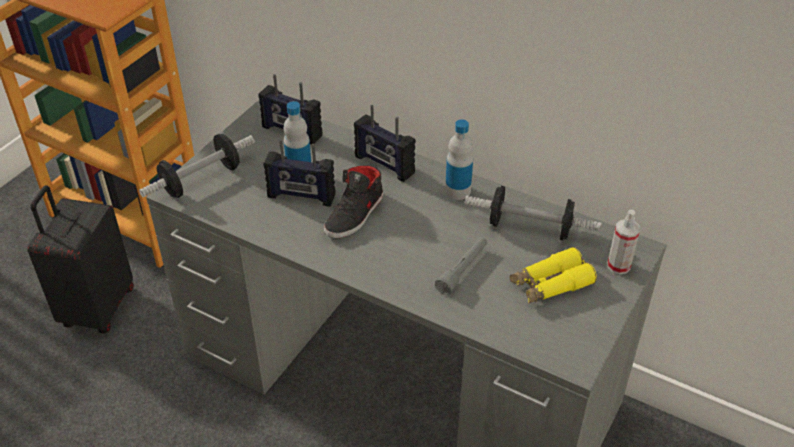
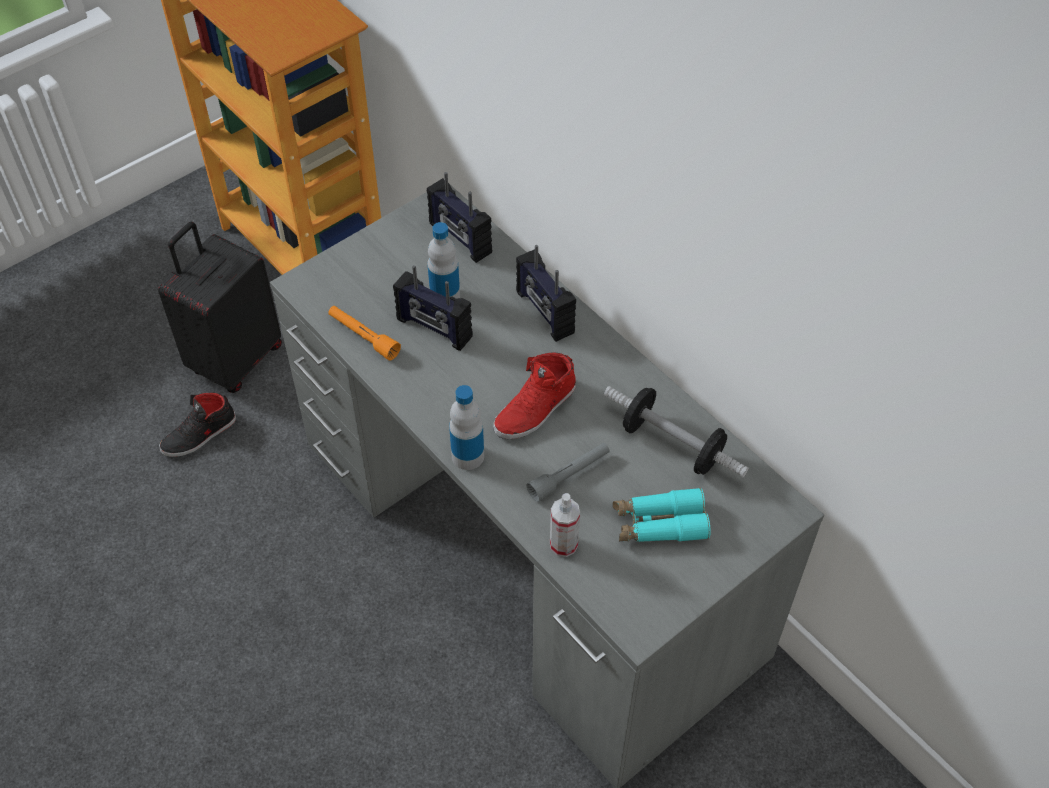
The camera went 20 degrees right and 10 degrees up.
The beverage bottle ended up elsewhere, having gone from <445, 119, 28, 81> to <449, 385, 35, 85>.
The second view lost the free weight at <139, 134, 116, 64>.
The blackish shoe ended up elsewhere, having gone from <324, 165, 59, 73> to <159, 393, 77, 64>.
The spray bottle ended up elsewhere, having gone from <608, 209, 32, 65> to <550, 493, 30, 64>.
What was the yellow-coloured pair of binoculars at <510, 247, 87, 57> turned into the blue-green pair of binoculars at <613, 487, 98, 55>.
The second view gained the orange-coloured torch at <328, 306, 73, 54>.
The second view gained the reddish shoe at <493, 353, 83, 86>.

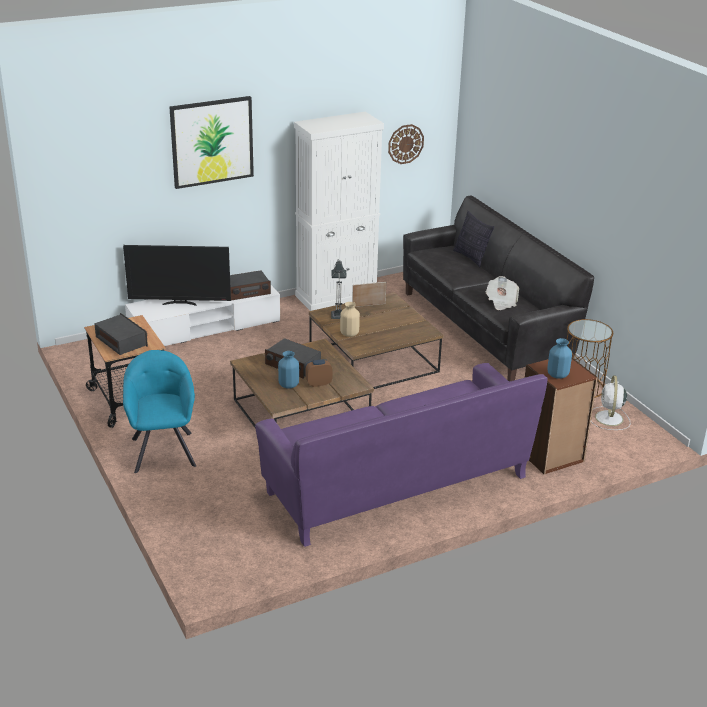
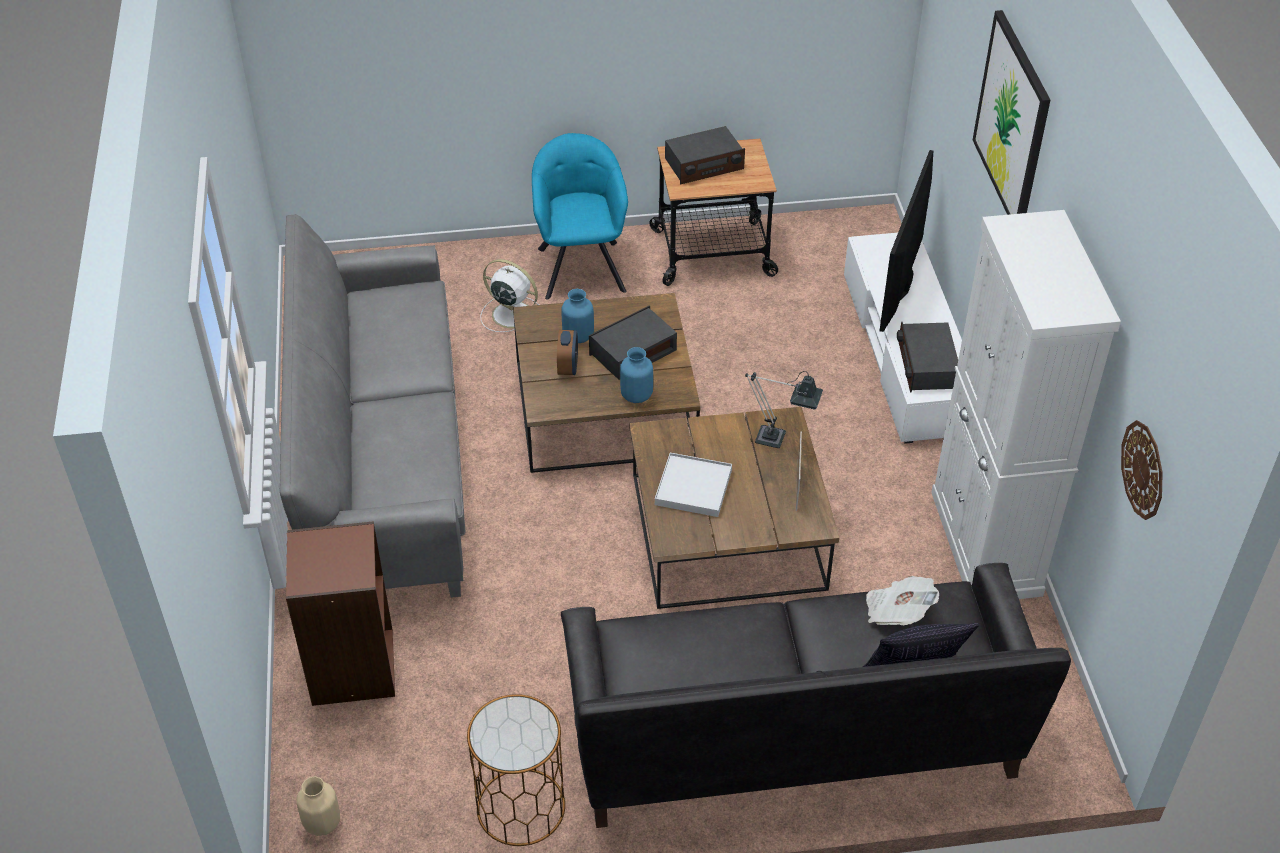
The camera went 110 degrees right and 15 degrees up.
The printed paper ended up elsewhere, having gone from <486, 276, 33, 34> to <866, 576, 73, 49>.
The beige decorative vase ended up elsewhere, having gone from <340, 302, 20, 35> to <297, 776, 43, 60>.
The blue decorative vase ended up elsewhere, having gone from <547, 338, 25, 41> to <620, 347, 33, 56>.
The blue-green lounge chair at <123, 350, 73, 123> ended up facing another way, 105 degrees counterclockwise from before.
What was the purple-coloured settee at <255, 363, 292, 184> turned into the greyish settee at <280, 214, 185, 384>.
The whitish cooling fan ended up elsewhere, having gone from <591, 375, 40, 55> to <480, 259, 59, 73>.
The second view gained the whitish serving tray at <655, 453, 77, 64>.

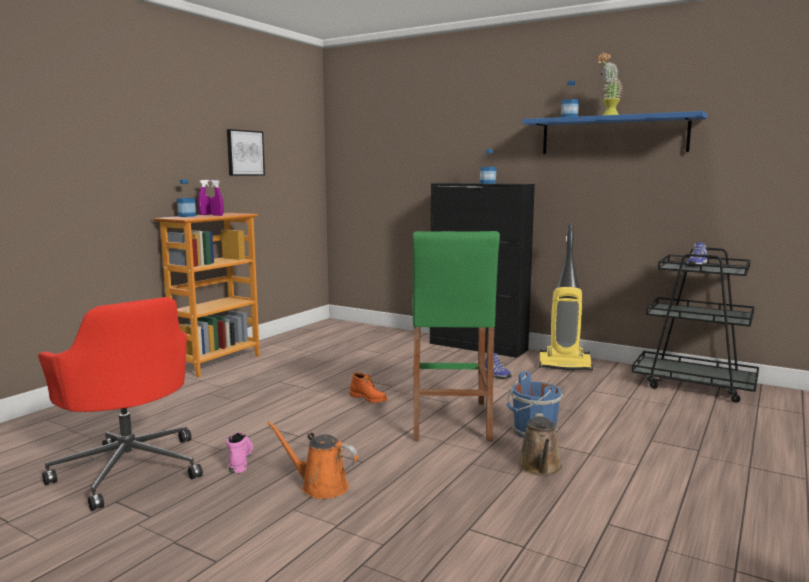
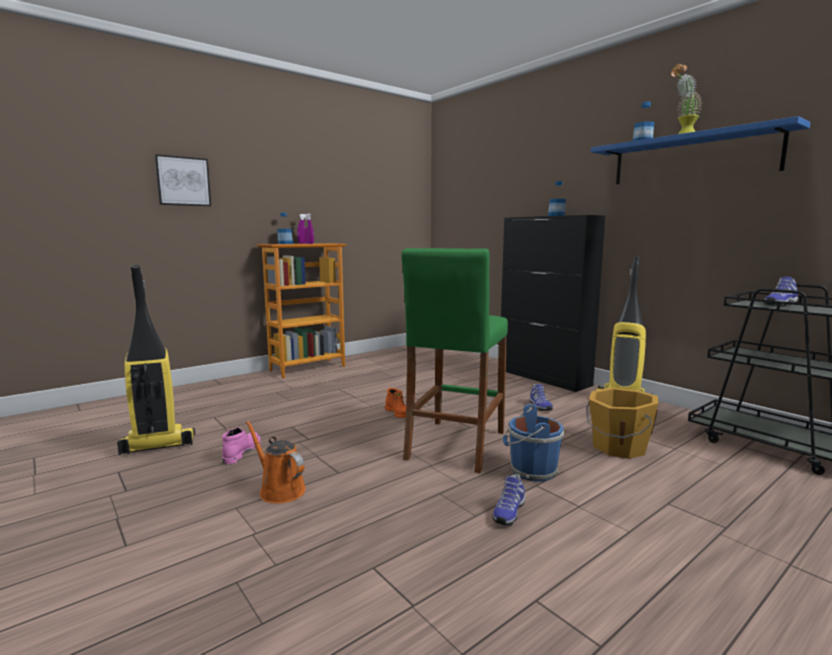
The camera went 20 degrees right and 0 degrees up.
The wall art ended up elsewhere, having gone from <227, 129, 38, 47> to <155, 154, 56, 52>.
Where the reddish office chair stood at <38, 297, 165, 214>, the hoover came to stand at <117, 265, 78, 190>.
Where the brown watering can stood at <518, 413, 44, 63>, the shoe came to stand at <492, 474, 33, 52>.
The second view gained the orange-coloured bucket at <586, 388, 72, 71>.

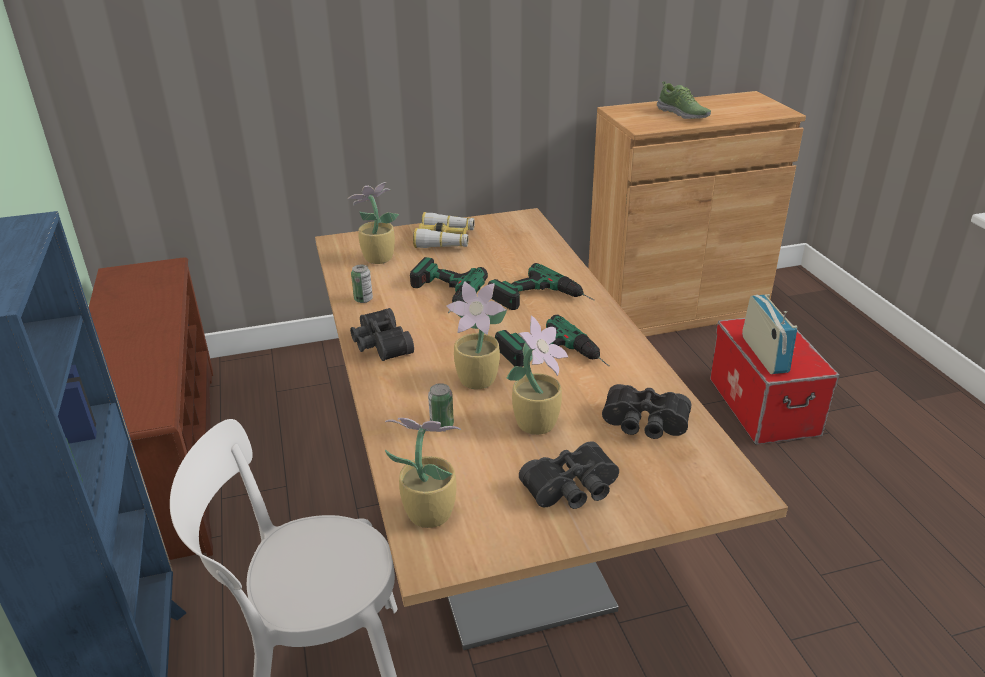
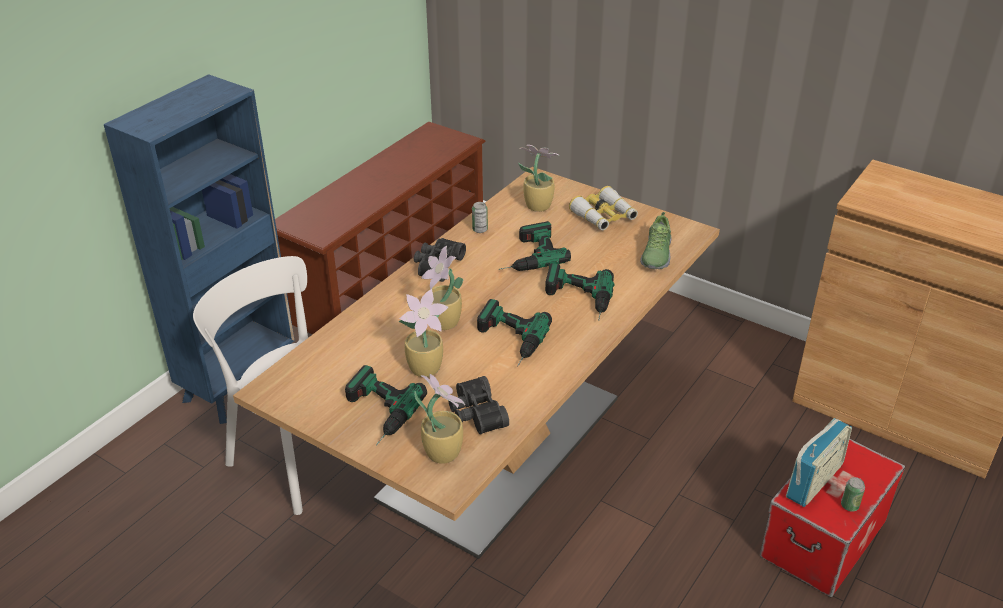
The camera went 50 degrees right and 5 degrees up.
The shoe ended up elsewhere, having gone from <657, 81, 54, 38> to <640, 212, 31, 57>.
The sealed can ended up elsewhere, having gone from <428, 383, 26, 44> to <841, 477, 24, 34>.
The houseplant ended up elsewhere, having gone from <385, 418, 76, 110> to <415, 374, 50, 90>.
Where the blackish pair of binoculars stood at <519, 441, 100, 68>, the electric drill came to stand at <345, 365, 82, 81>.

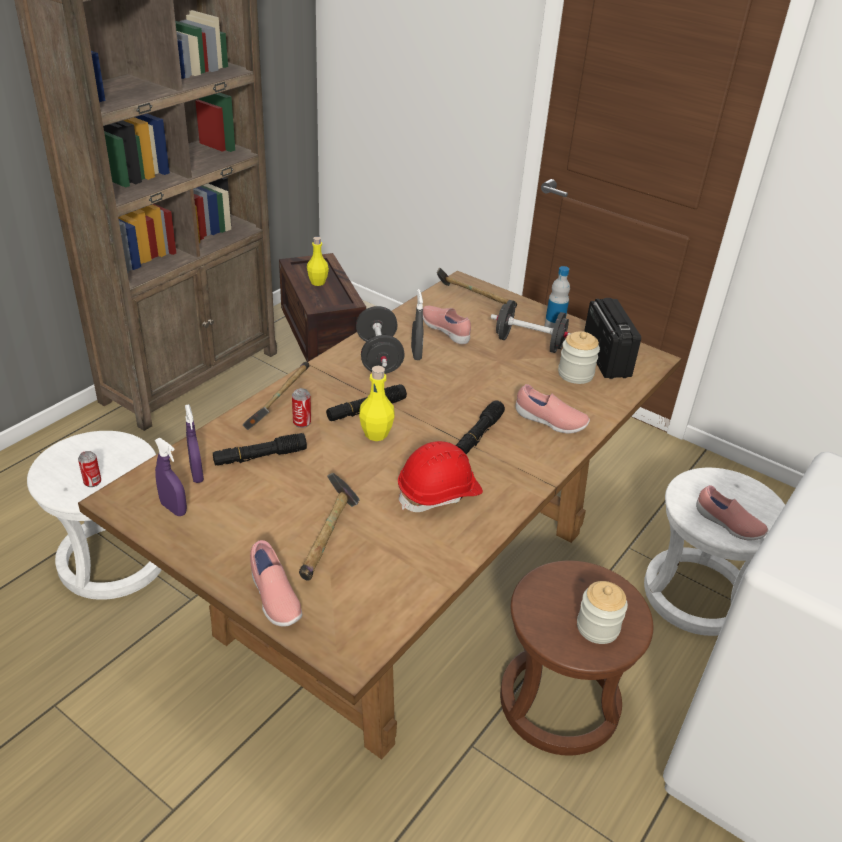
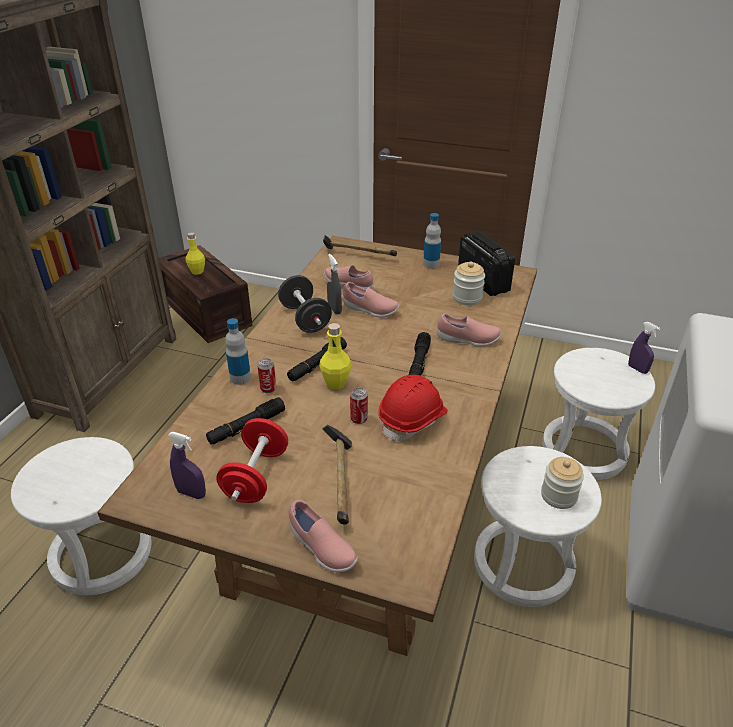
The camera went 15 degrees left and 0 degrees up.
The second view lost the blackish free weight at <491, 300, 80, 53>.
Where the hammer stood at <243, 362, 67, 68>, the beverage bottle came to stand at <225, 318, 26, 67>.
The purple-coloured spray bottle ended up elsewhere, having gone from <185, 404, 19, 79> to <628, 322, 32, 52>.
The sealed can ended up elsewhere, having gone from <78, 451, 23, 36> to <350, 387, 18, 37>.
The pink shoe ended up elsewhere, having gone from <696, 485, 72, 56> to <343, 282, 56, 35>.
What was the brown sitting stool at <500, 561, 153, 195> turned into the whitish sitting stool at <474, 446, 128, 161>.
The second view gained the reddish free weight at <216, 418, 72, 85>.

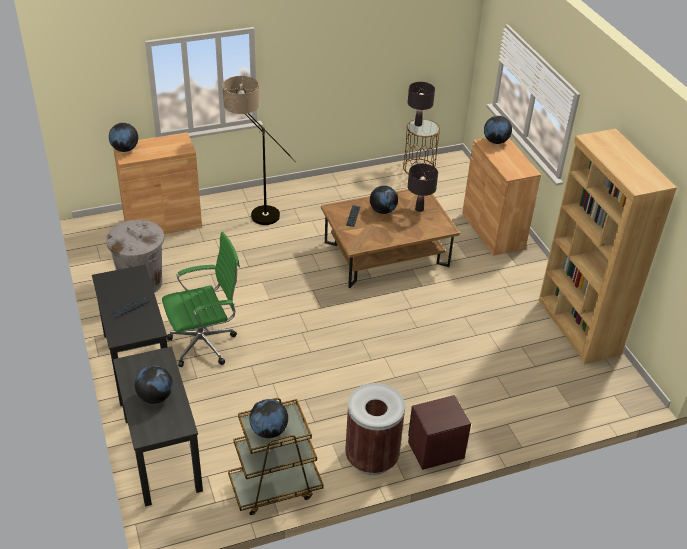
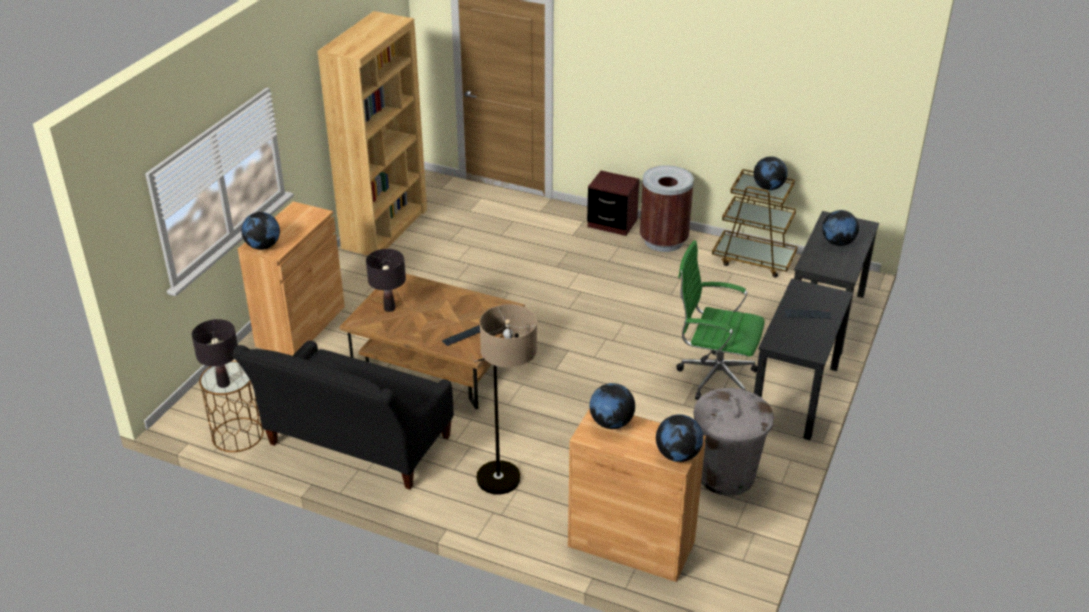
The camera went 135 degrees left and 5 degrees down.
The world globe ended up elsewhere, having gone from <370, 185, 28, 29> to <590, 383, 45, 46>.
The second view gained the blackish settee at <233, 340, 221, 150>.

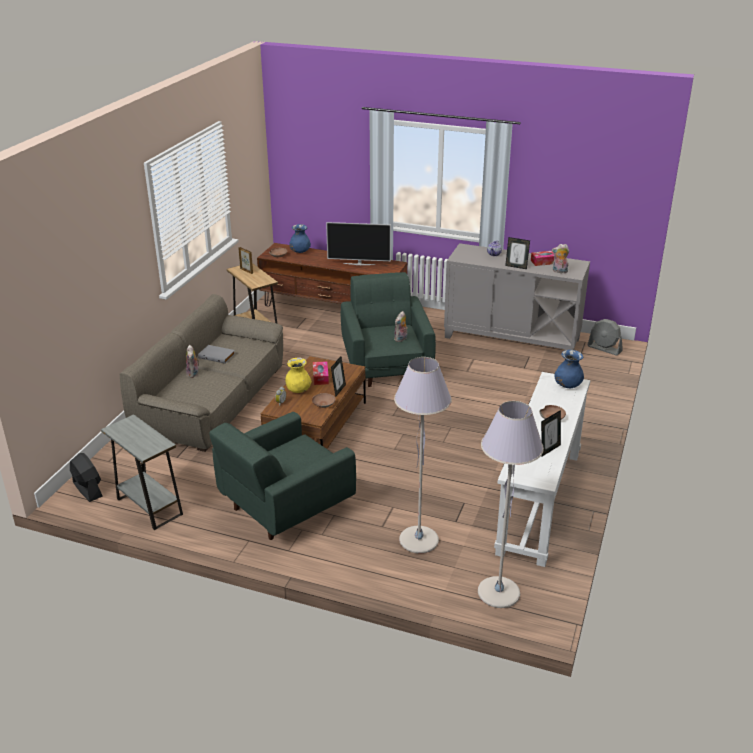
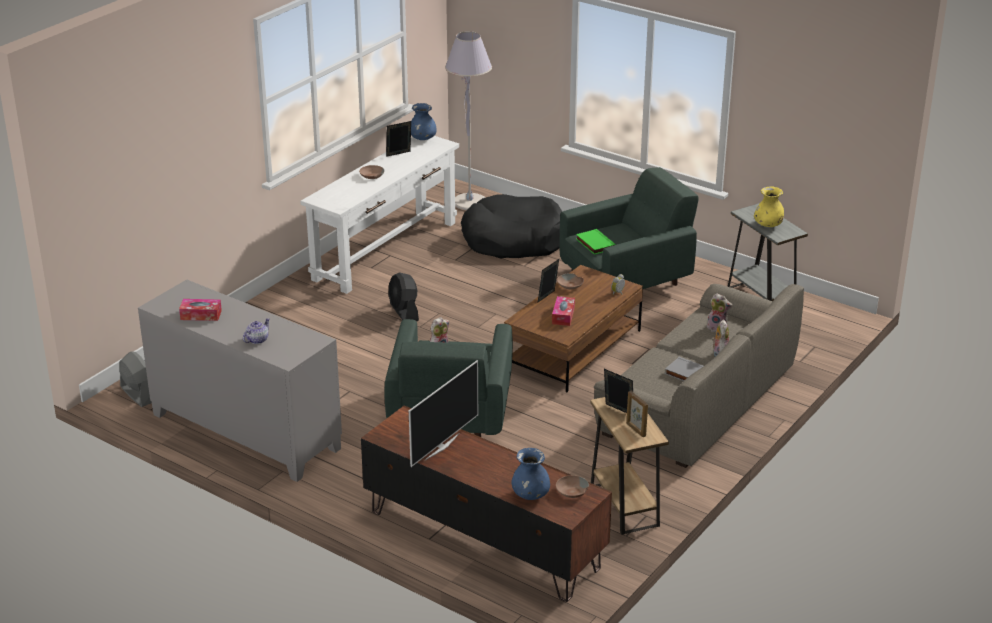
The camera went 165 degrees left and 0 degrees up.
The TV set at <326, 222, 65, 43> ended up facing another way, 105 degrees clockwise from before.
The standing frame ended up elsewhere, having gone from <505, 237, 25, 32> to <604, 369, 29, 44>.
The soft toy ended up elsewhere, having gone from <552, 244, 17, 29> to <707, 293, 25, 40>.
The blue decorative vase ended up elsewhere, having gone from <554, 350, 30, 38> to <411, 103, 26, 37>.
The yellow-coloured decorative vase ended up elsewhere, having gone from <285, 357, 27, 36> to <754, 186, 30, 41>.
Where the greyish floor lamp stood at <394, 357, 58, 196>, the blackish dog bed came to stand at <461, 194, 101, 64>.
The blackish cooling fan ended up elsewhere, having gone from <70, 453, 33, 49> to <389, 272, 30, 49>.
The second view gained the greenish bound book at <576, 229, 40, 26>.

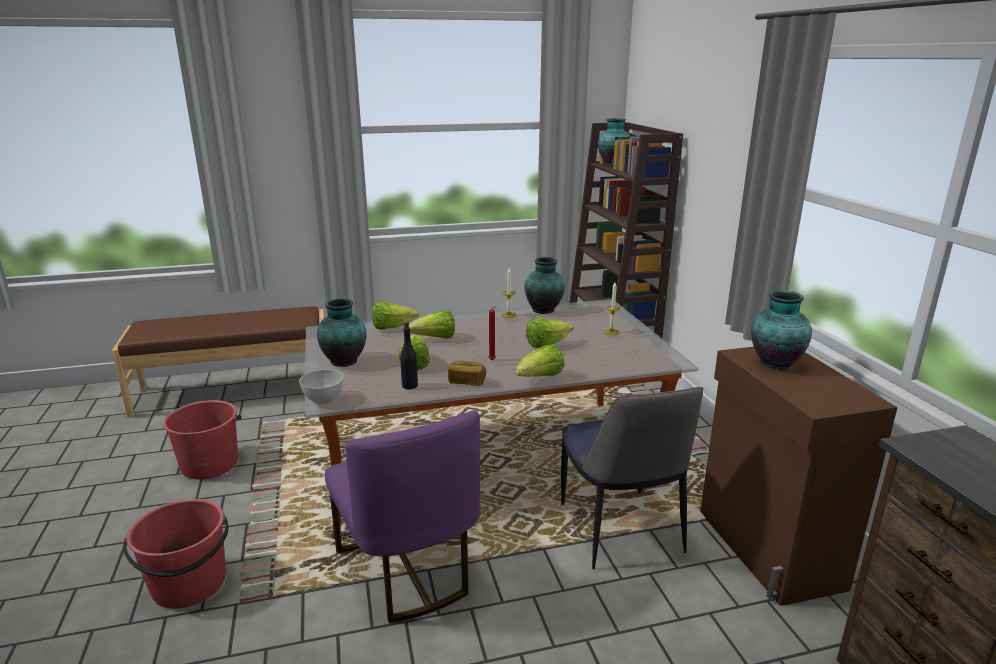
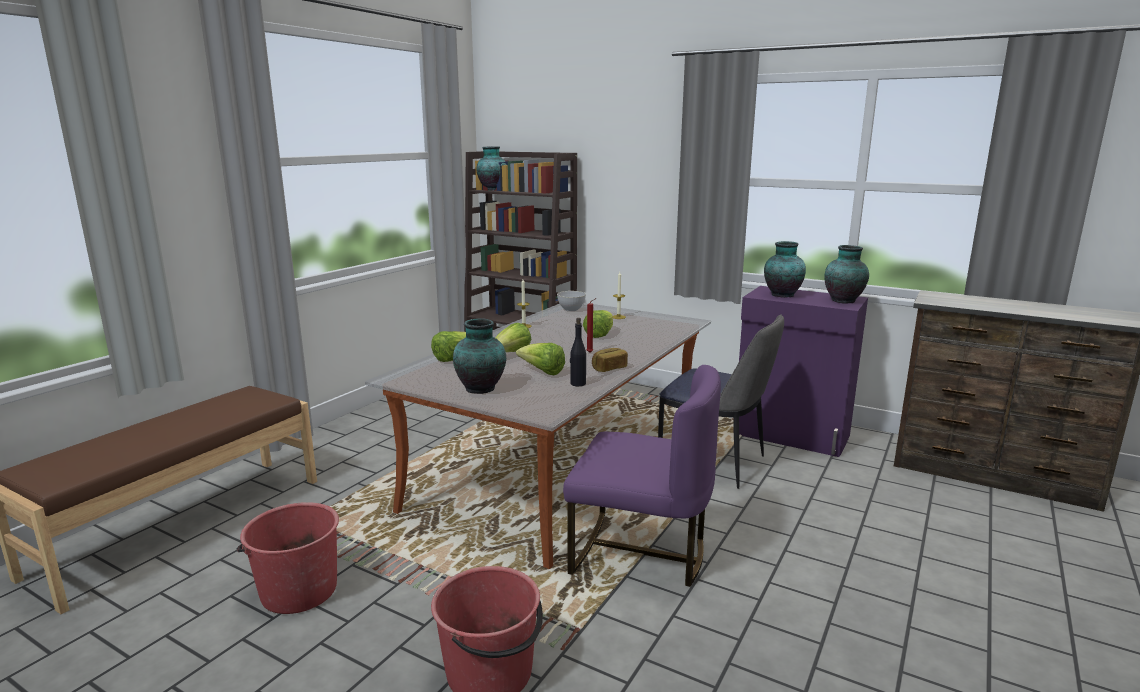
The camera went 45 degrees left and 5 degrees down.
The decorative vase ended up elsewhere, having gone from <524, 257, 41, 57> to <825, 245, 44, 59>.
The second view lost the head of lettuce at <515, 344, 50, 33>.
What was the brown storage cabinet at <700, 347, 198, 259> turned into the purple-coloured storage cabinet at <733, 286, 135, 171>.
The greyish serving bowl ended up elsewhere, having gone from <299, 369, 45, 36> to <557, 291, 29, 20>.

